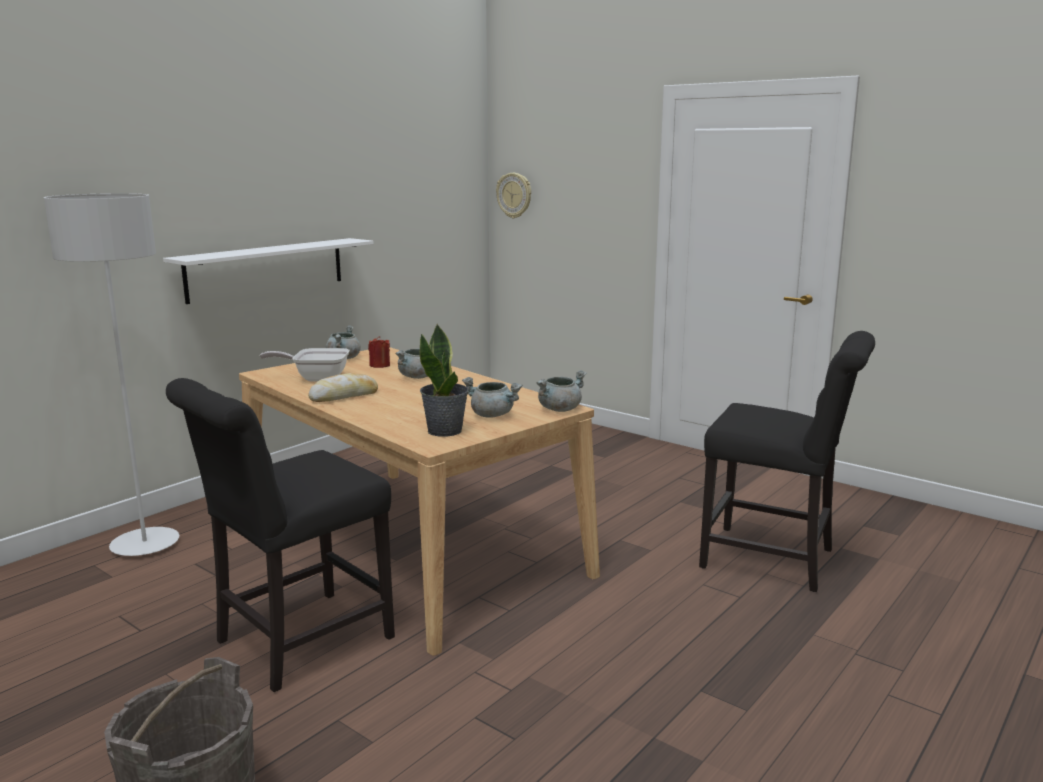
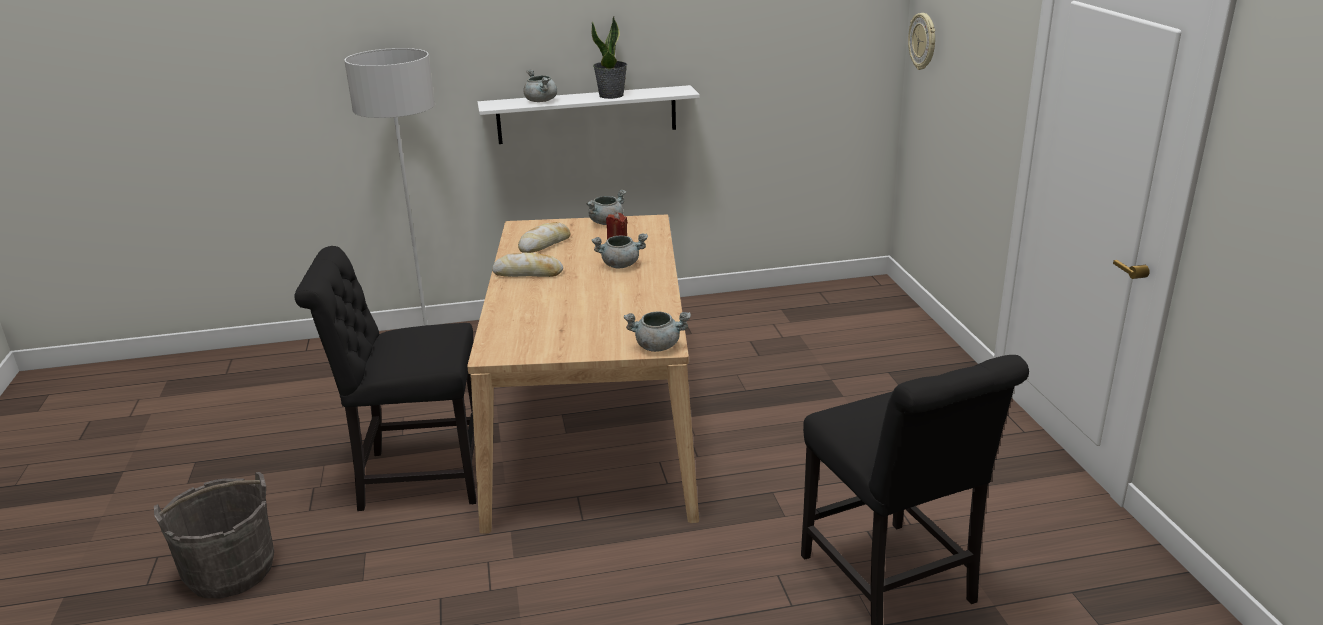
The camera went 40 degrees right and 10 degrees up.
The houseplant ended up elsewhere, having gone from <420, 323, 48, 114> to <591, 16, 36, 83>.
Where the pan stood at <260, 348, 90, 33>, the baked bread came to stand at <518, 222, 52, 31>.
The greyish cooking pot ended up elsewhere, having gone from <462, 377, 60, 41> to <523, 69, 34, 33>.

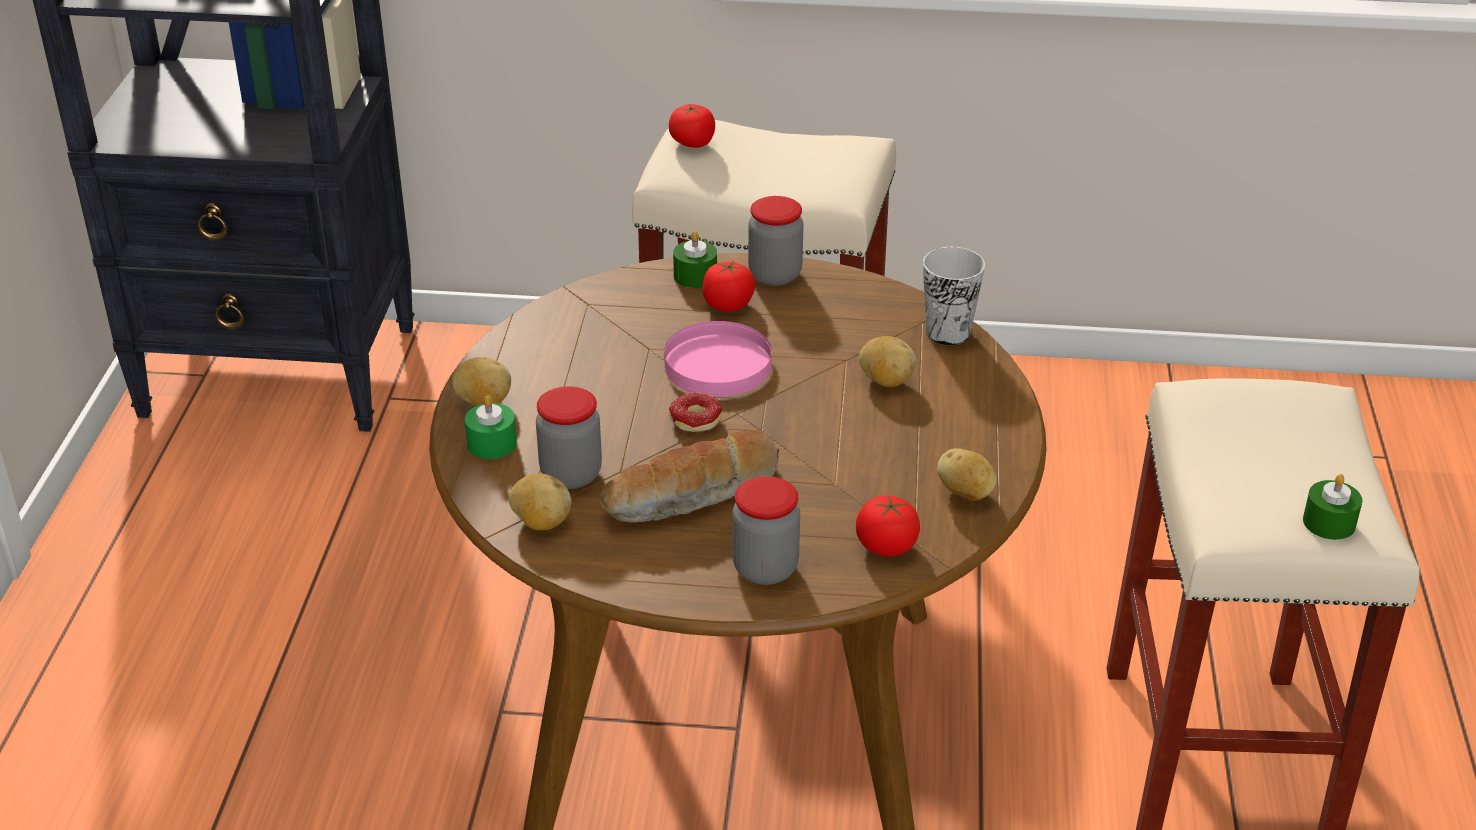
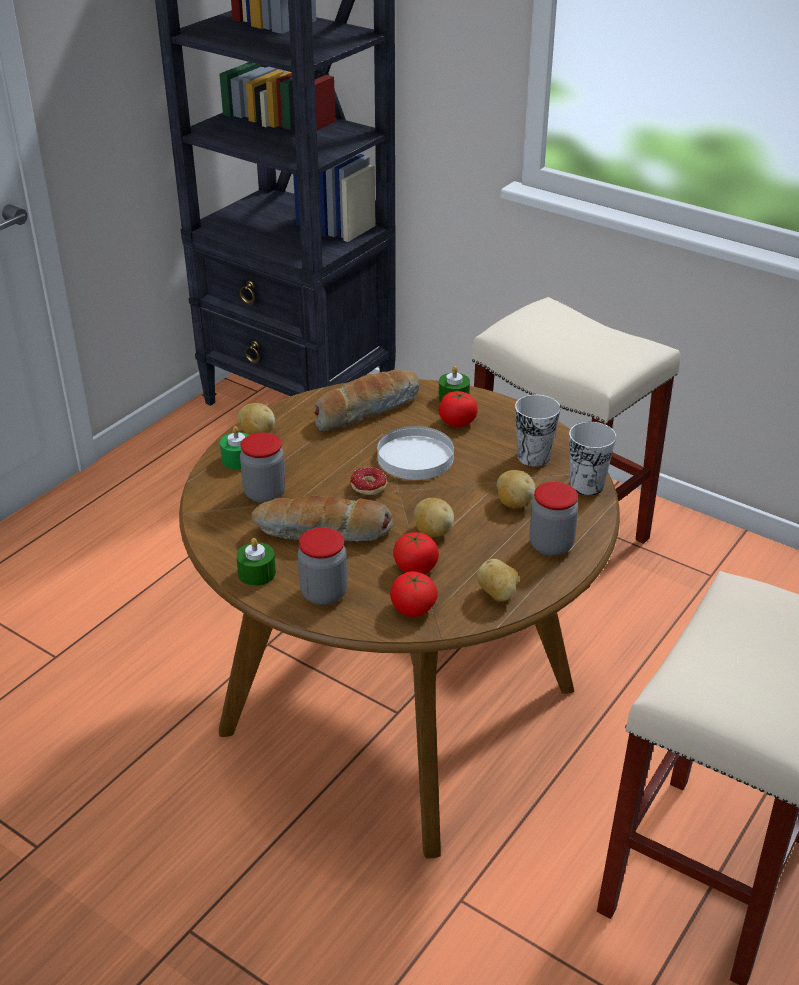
The camera went 30 degrees right and 0 degrees up.
The fresh tomato ended up elsewhere, having gone from <669, 103, 46, 45> to <393, 532, 46, 42>.
The storage jar ended up elsewhere, having gone from <748, 196, 56, 90> to <529, 482, 49, 74>.
What was the pink flat dish at <664, 321, 108, 76> turned into the whitish flat dish at <377, 426, 77, 54>.
The spud ended up elsewhere, having gone from <509, 474, 62, 56> to <414, 498, 40, 39>.
The greenish wax light ended up elsewhere, having gone from <1303, 474, 60, 66> to <236, 538, 40, 48>.
The second view gained the baked bread at <314, 370, 106, 62>.
The second view gained the cup at <515, 395, 46, 71>.

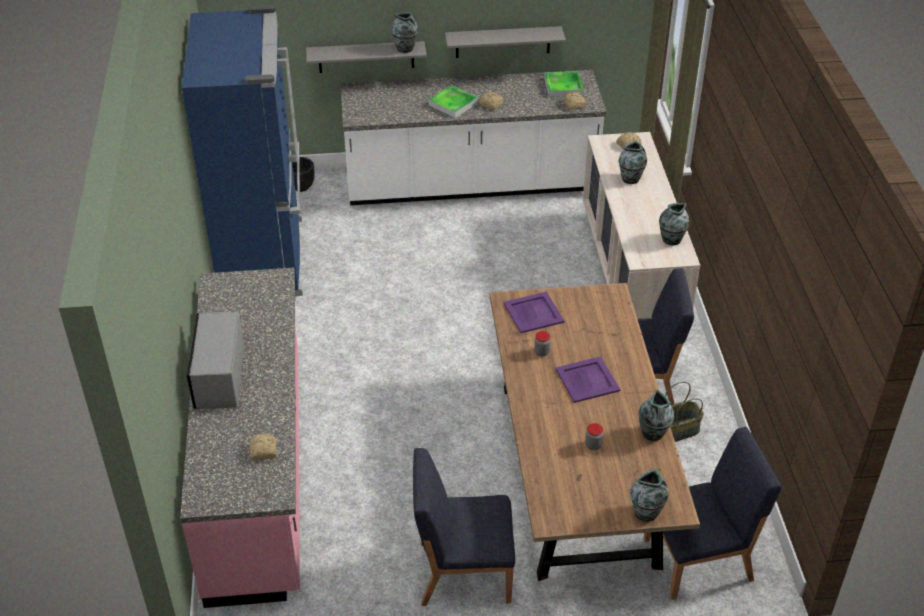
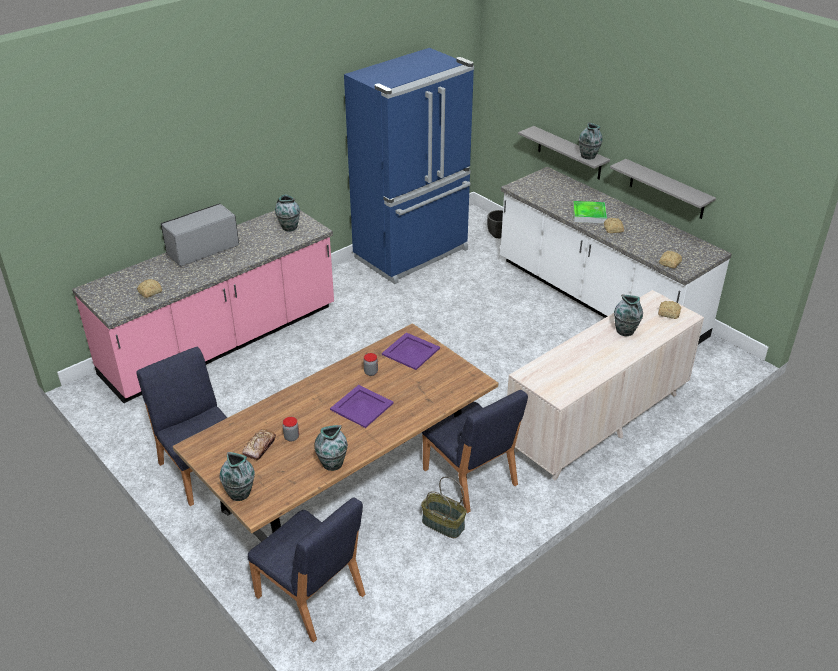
The camera went 55 degrees right and 5 degrees down.
The second view lost the serving tray at <544, 71, 40, 26>.
The decorative vase ended up elsewhere, having gone from <659, 203, 30, 42> to <275, 194, 25, 38>.
The second view gained the baked bread at <242, 429, 34, 31>.

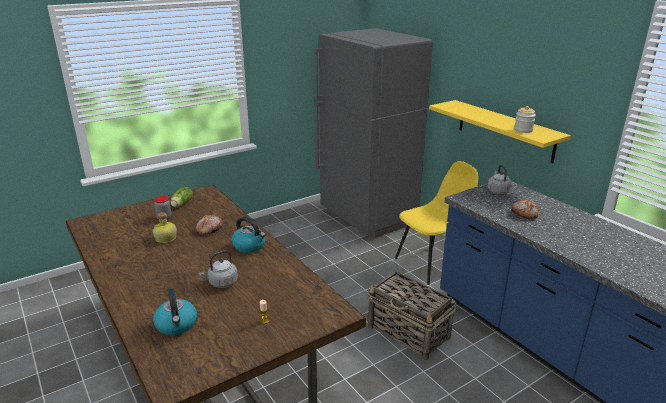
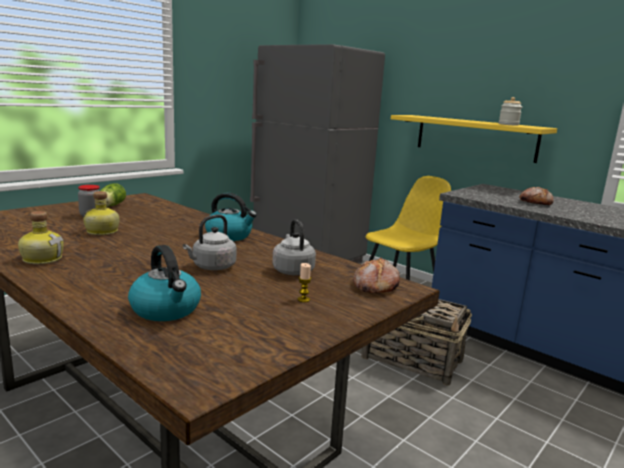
The camera went 15 degrees left and 10 degrees down.
The greyish kettle ended up elsewhere, having gone from <488, 165, 24, 29> to <272, 219, 44, 56>.
The baked bread ended up elsewhere, having gone from <195, 214, 28, 20> to <353, 257, 47, 36>.
The second view gained the beverage bottle at <18, 211, 46, 53>.

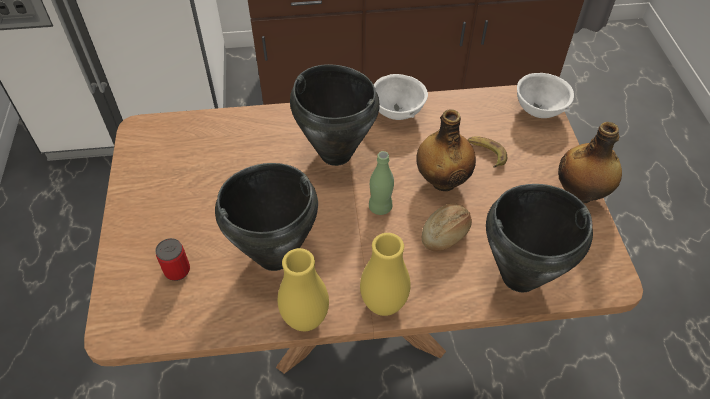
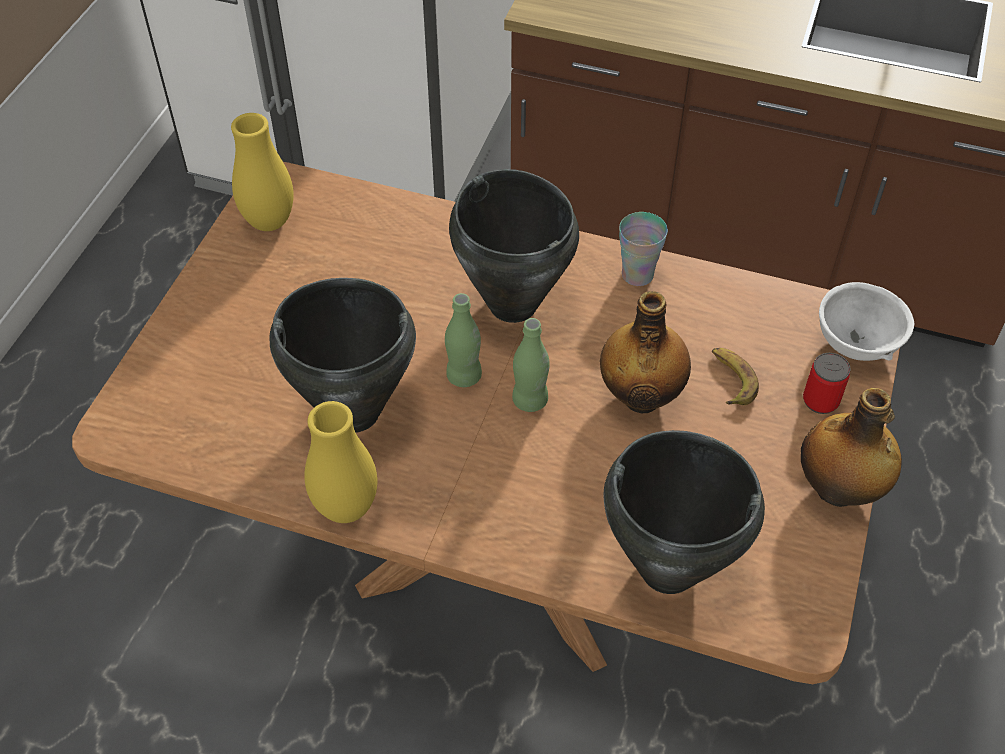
The camera went 25 degrees right and 0 degrees up.
Where the whitish serving bowl stood at <374, 74, 54, 46>, the cup came to stand at <619, 212, 49, 74>.
The second view lost the baked bread at <422, 203, 50, 49>.
The yellow-coloured decorative vase ended up elsewhere, having gone from <360, 233, 51, 83> to <231, 113, 63, 118>.
The sealed can ended up elsewhere, having gone from <155, 238, 35, 43> to <803, 353, 47, 61>.
The second view gained the greenish beverage bottle at <445, 293, 37, 94>.

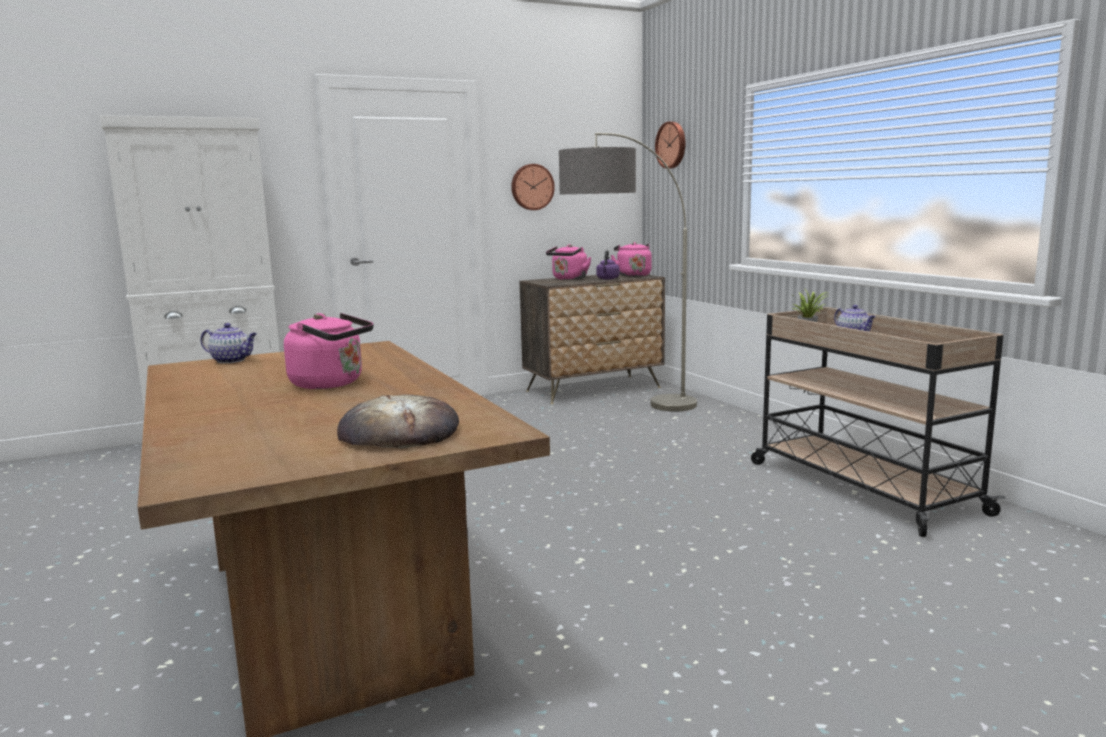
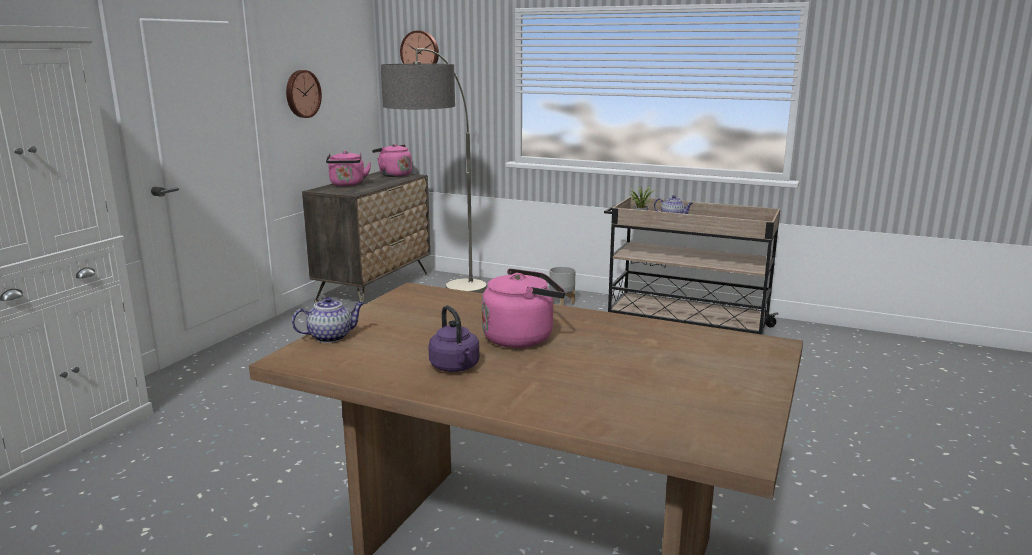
The camera went 40 degrees left and 5 degrees up.
The purple-coloured kettle ended up elsewhere, having gone from <596, 250, 23, 29> to <428, 305, 51, 67>.
The second view lost the baked bread at <337, 394, 122, 54>.
The second view gained the greyish flower pot at <549, 266, 27, 39>.

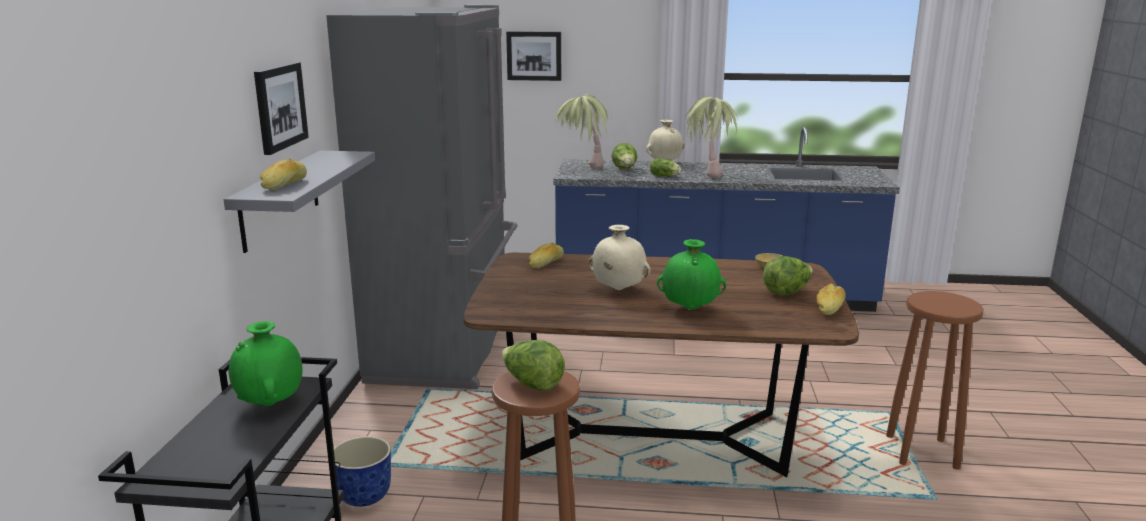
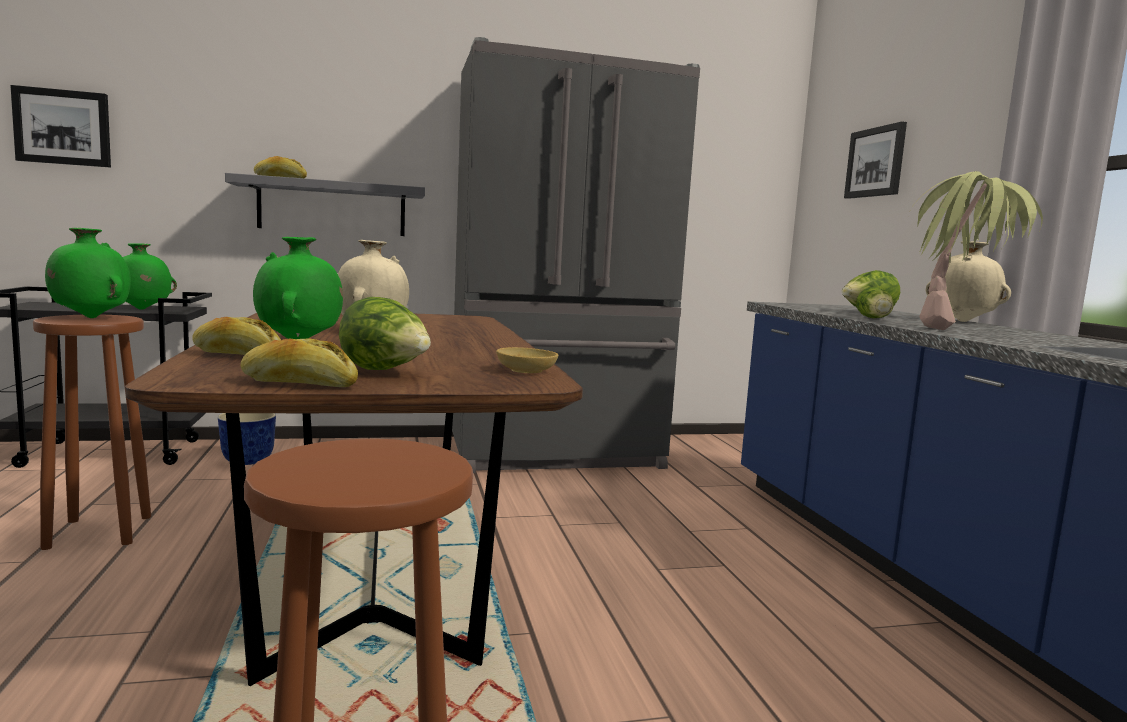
The camera went 70 degrees right and 10 degrees down.
The wall art ended up elsewhere, having gone from <254, 62, 55, 93> to <10, 85, 101, 83>.
The second view lost the houseplant at <555, 94, 57, 74>.
The baked bread ended up elsewhere, having gone from <529, 243, 35, 25> to <192, 317, 89, 38>.
Where the head of lettuce stood at <501, 340, 64, 51>, the greenish decorative vase came to stand at <45, 228, 86, 90>.

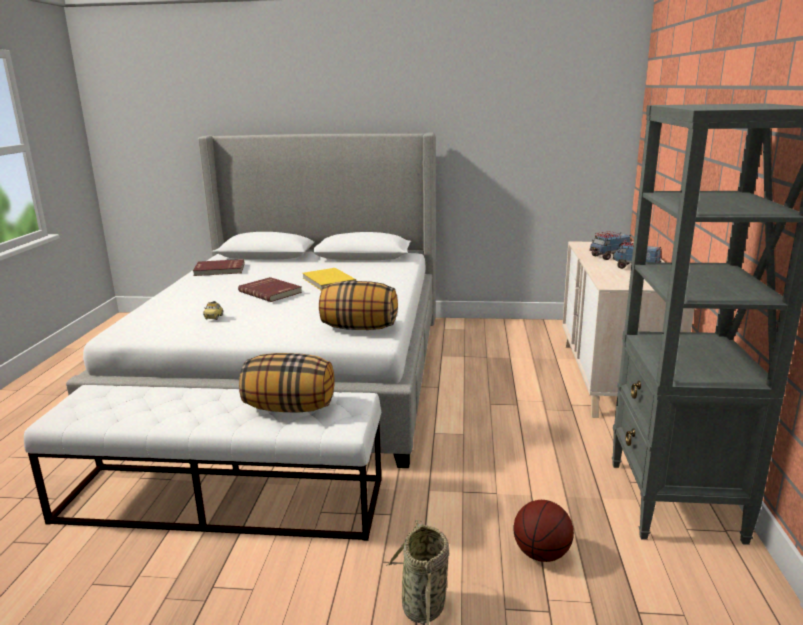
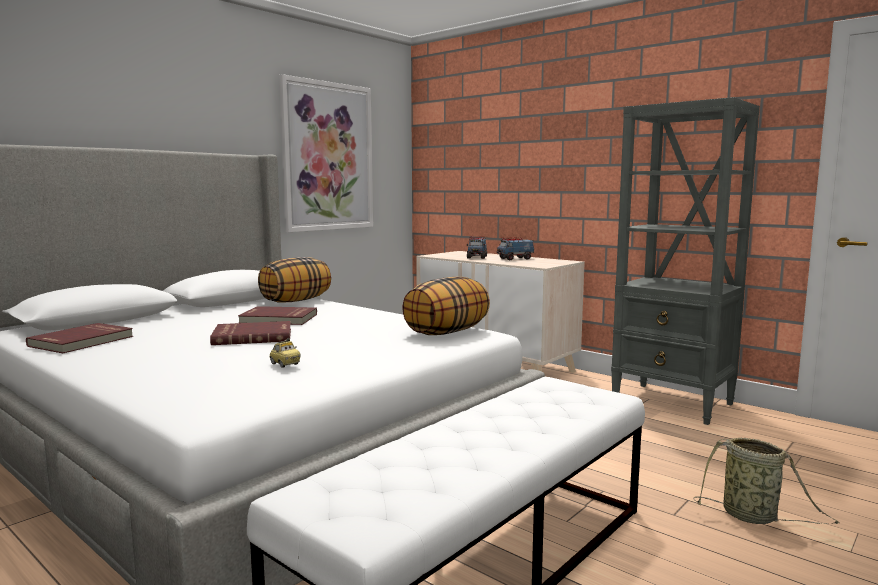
The camera went 55 degrees left and 10 degrees down.
What was the yellow-coloured bound book at <303, 268, 53, 23> turned into the reddish bound book at <238, 306, 79, 19>.
The pillow ended up elsewhere, having gone from <239, 353, 96, 60> to <258, 257, 73, 45>.
The second view lost the basketball at <513, 500, 61, 62>.
The second view gained the wall art at <279, 74, 94, 158>.

